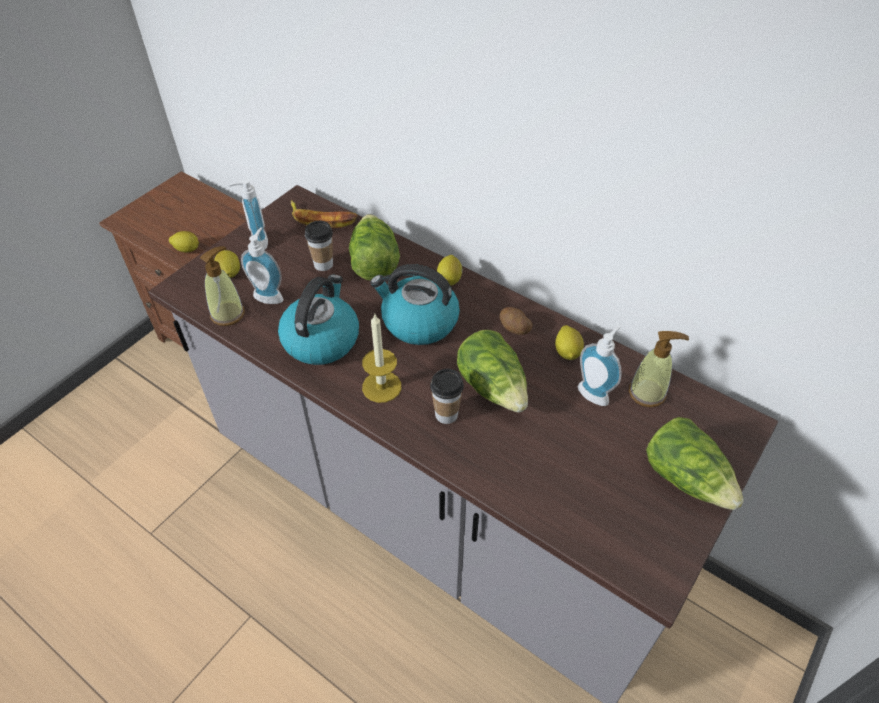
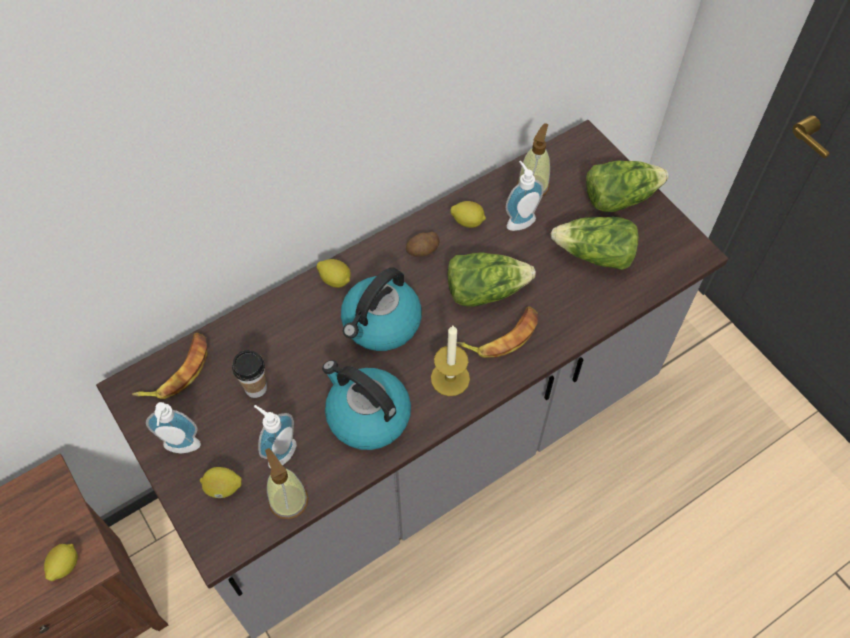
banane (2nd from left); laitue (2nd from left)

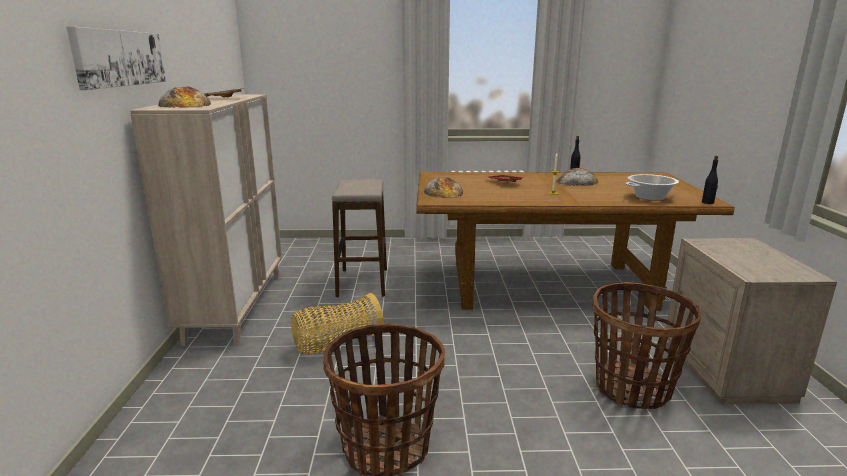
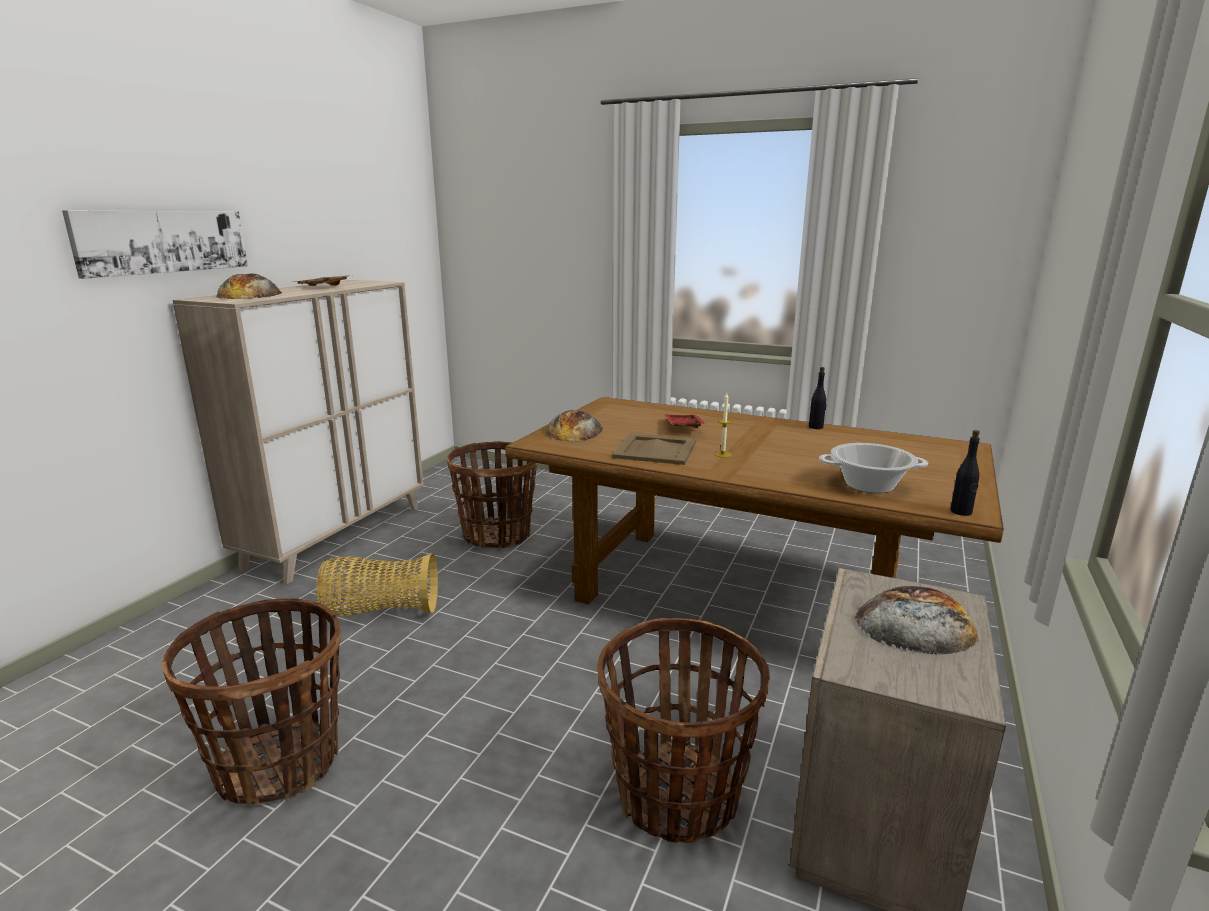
panier (3rd from left); plateau [beige] (2nd from left); pain (3rd from left)

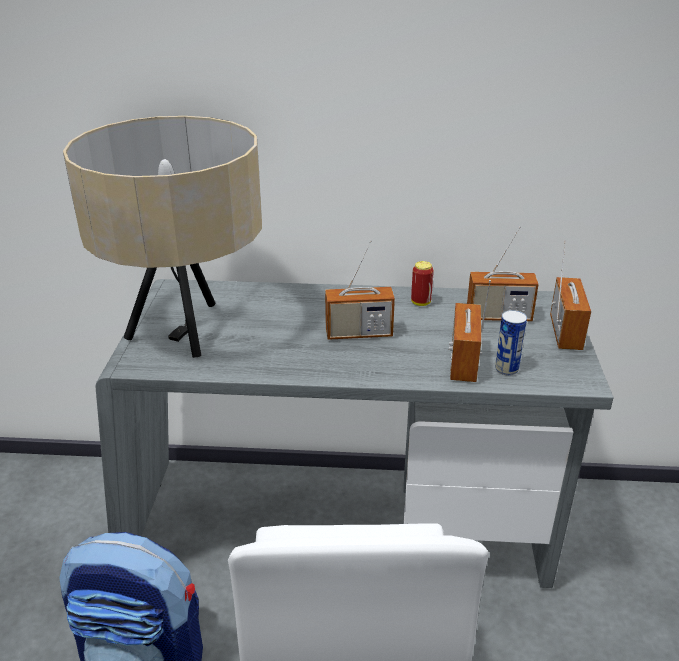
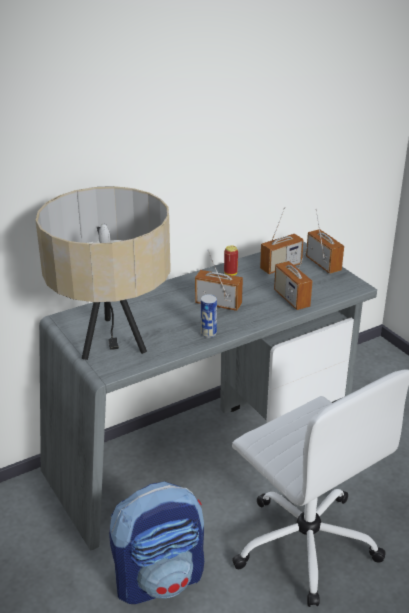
radio (1st from left); boîte métallique (1st from left)

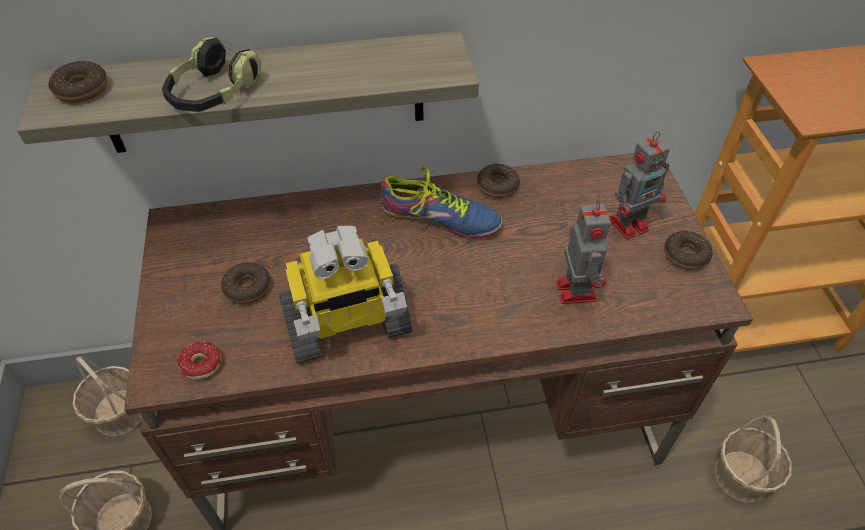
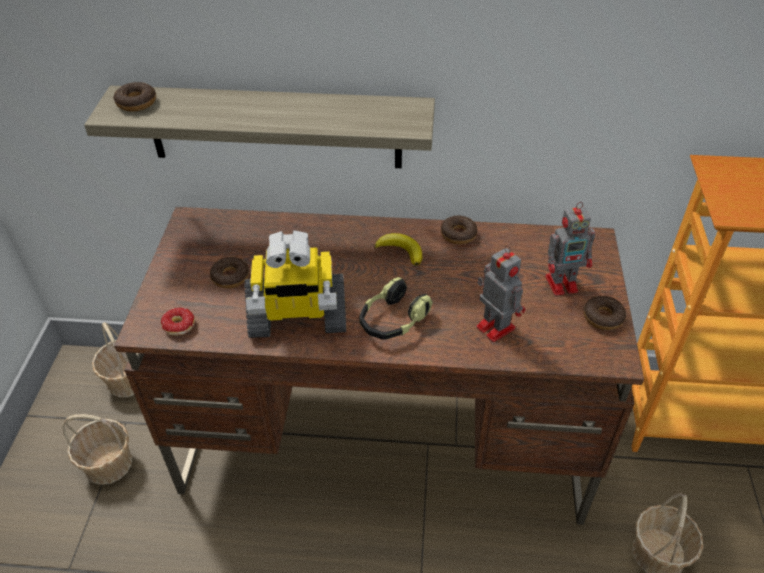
casque audio; banane; robot jouet (2nd from left)

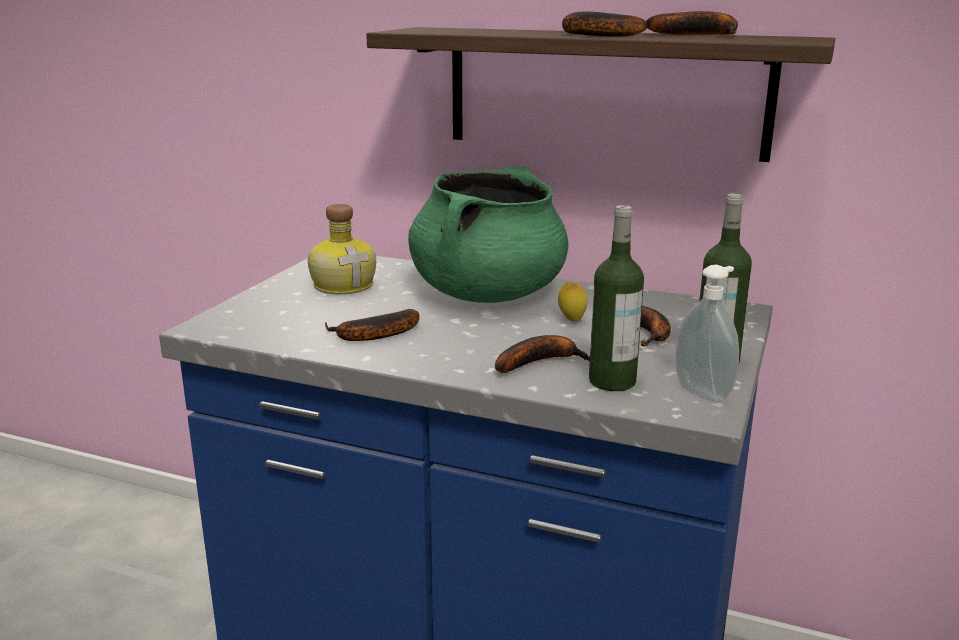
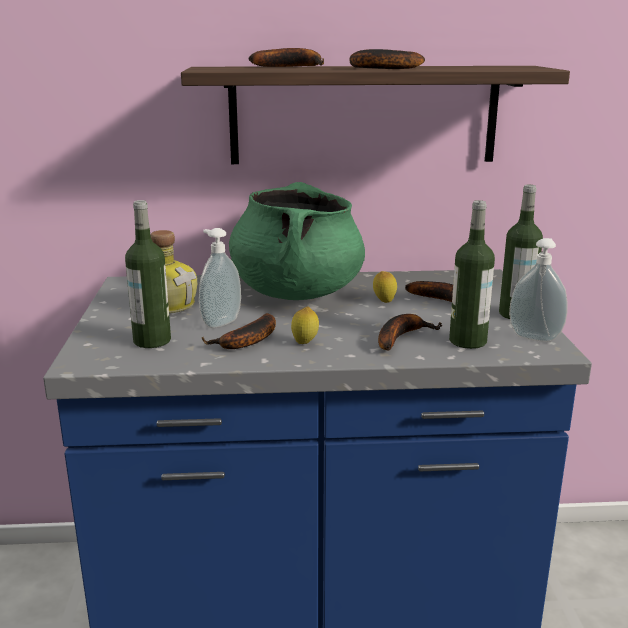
bouteille (1st from left); distributeur de savon (1st from left); banane (2nd from left); citron (1st from left)

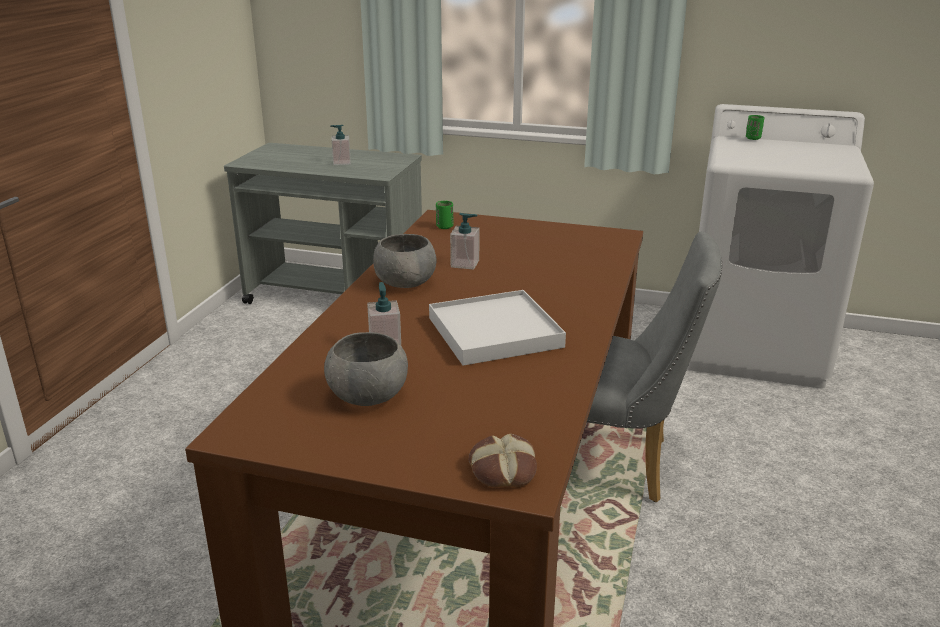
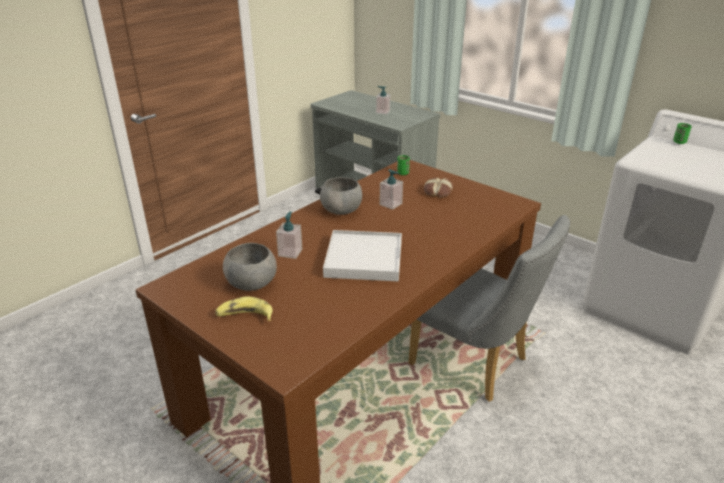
banane; pain

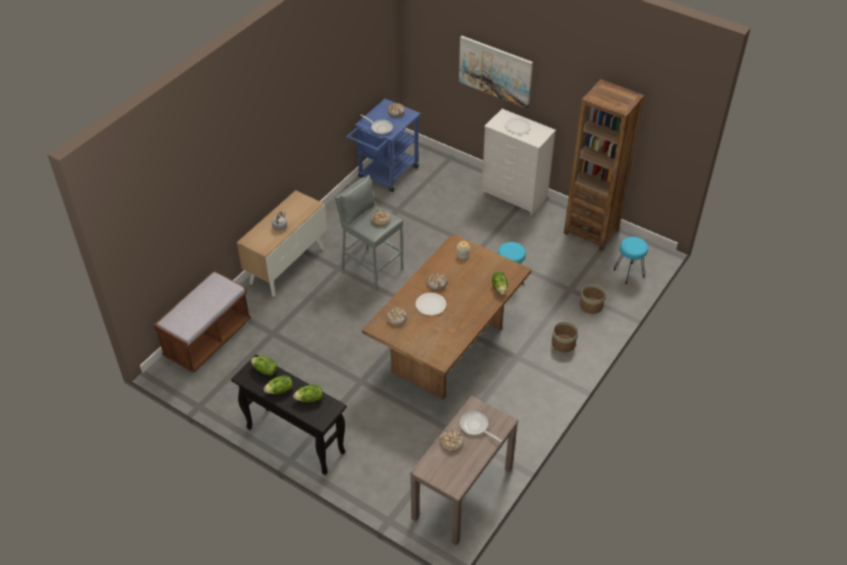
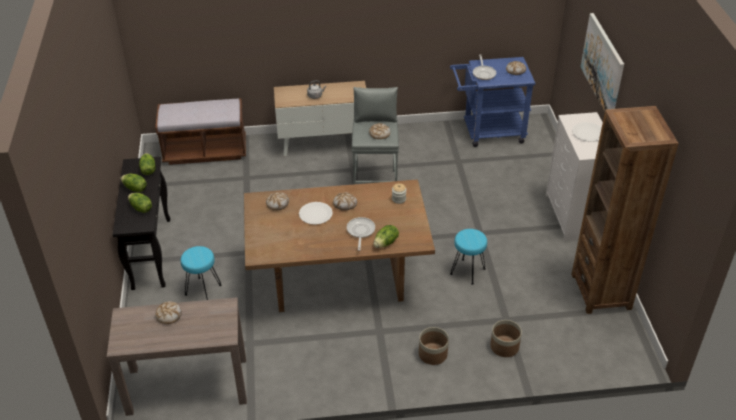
tabouret [turquoise] (1st from left); poêle (1st from left)

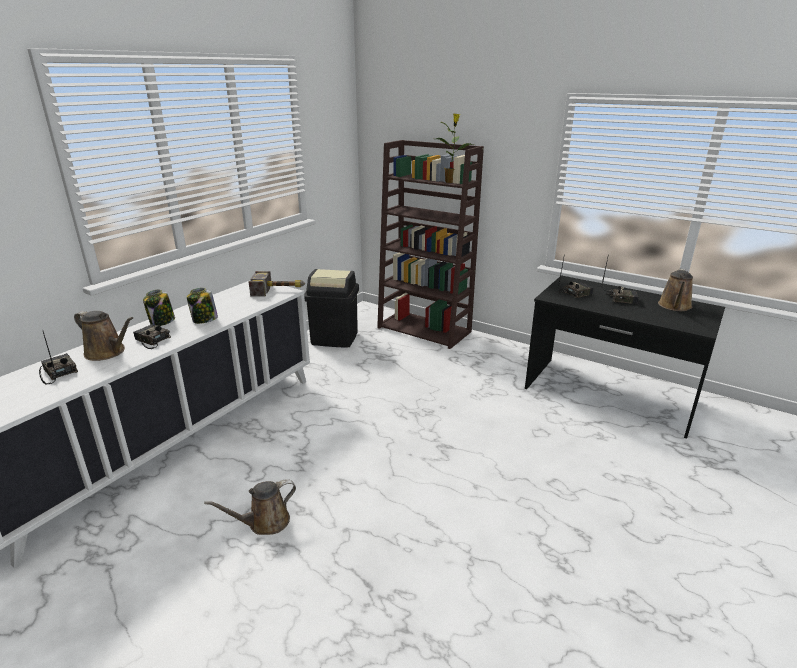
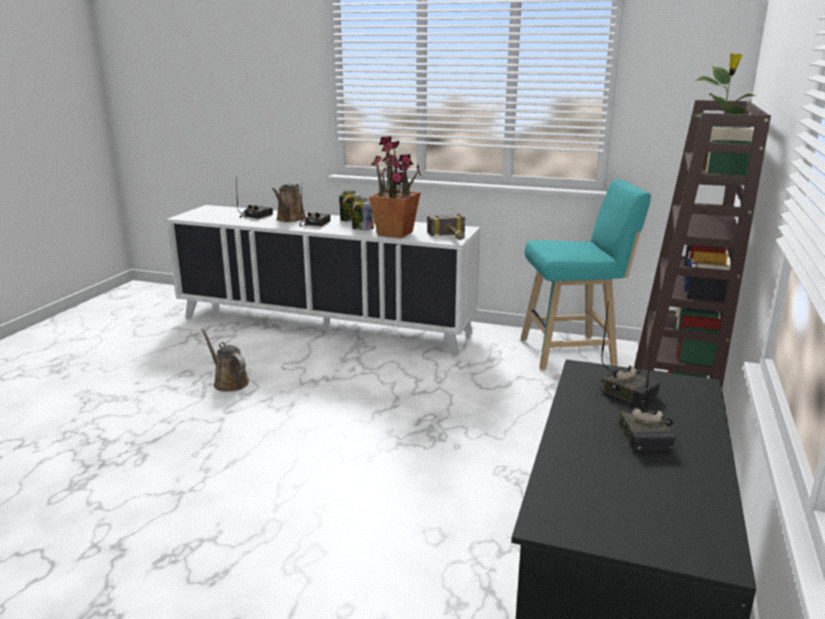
plante en pot (1st from left); tabouret [turquoise]; arrosoir [marron] (3rd from left in the first image)

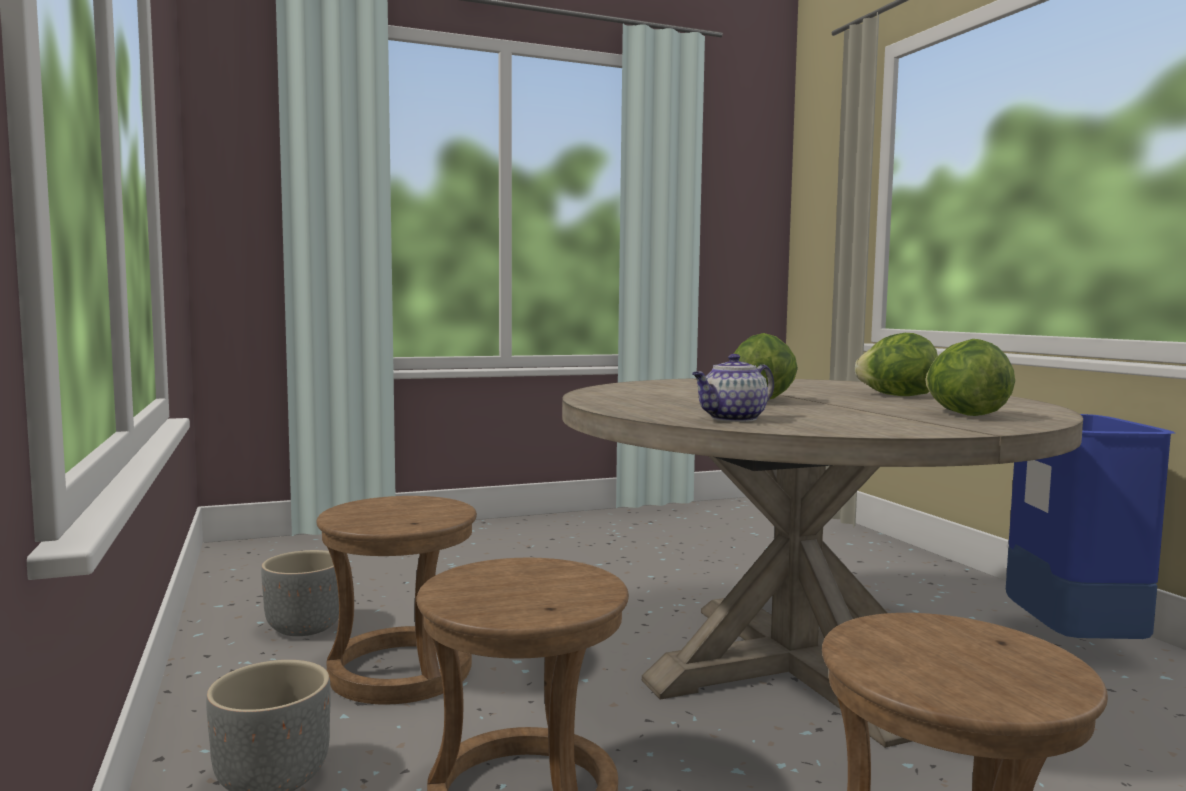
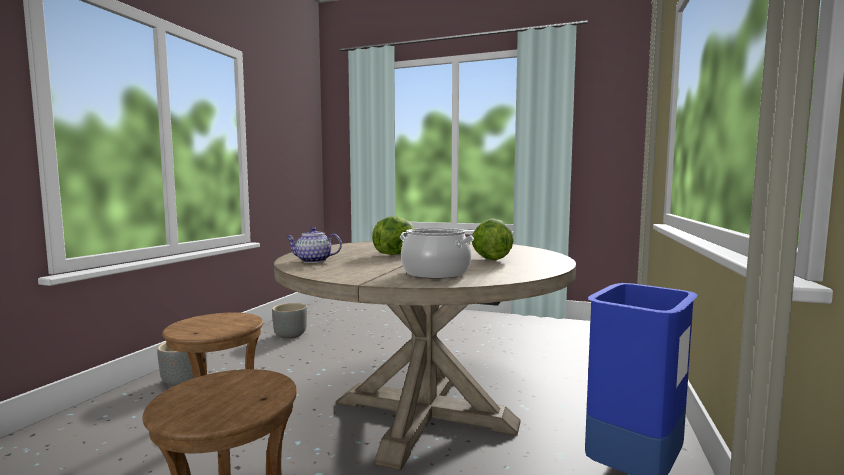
marmite; tabouret [marron] (1st from left in the first image)

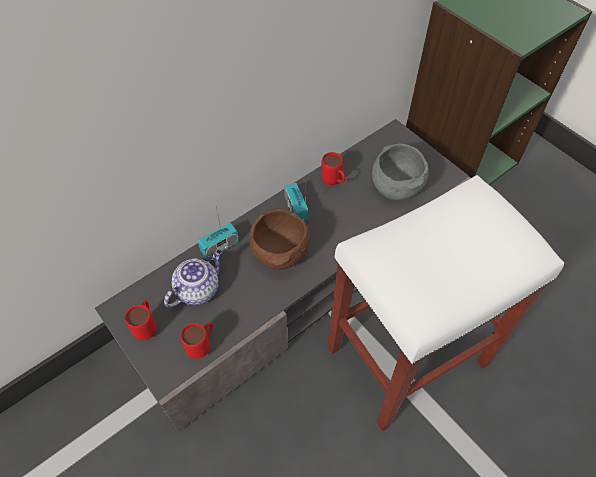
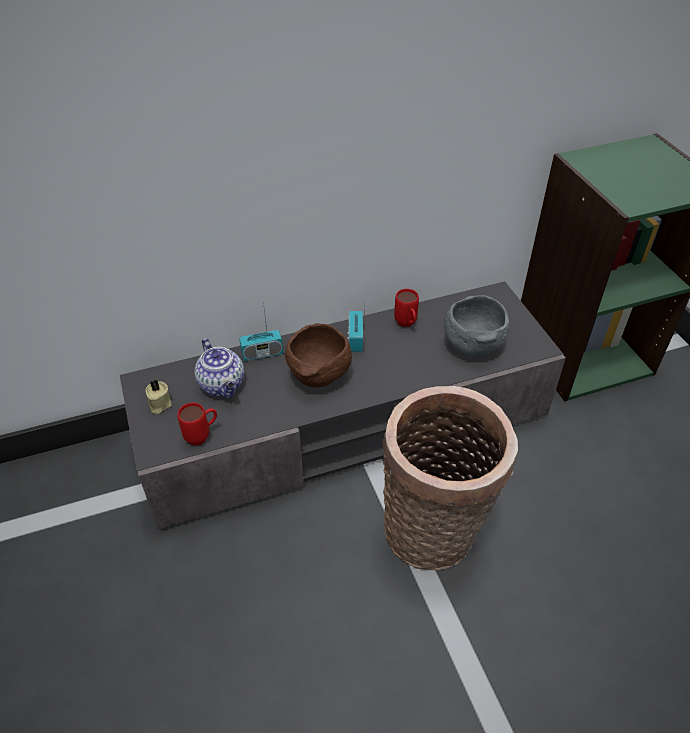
bougie [beige]; théière; panier

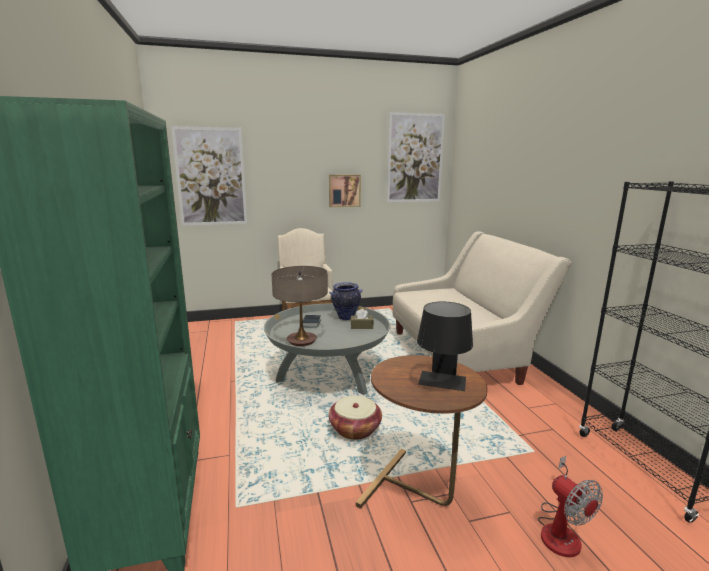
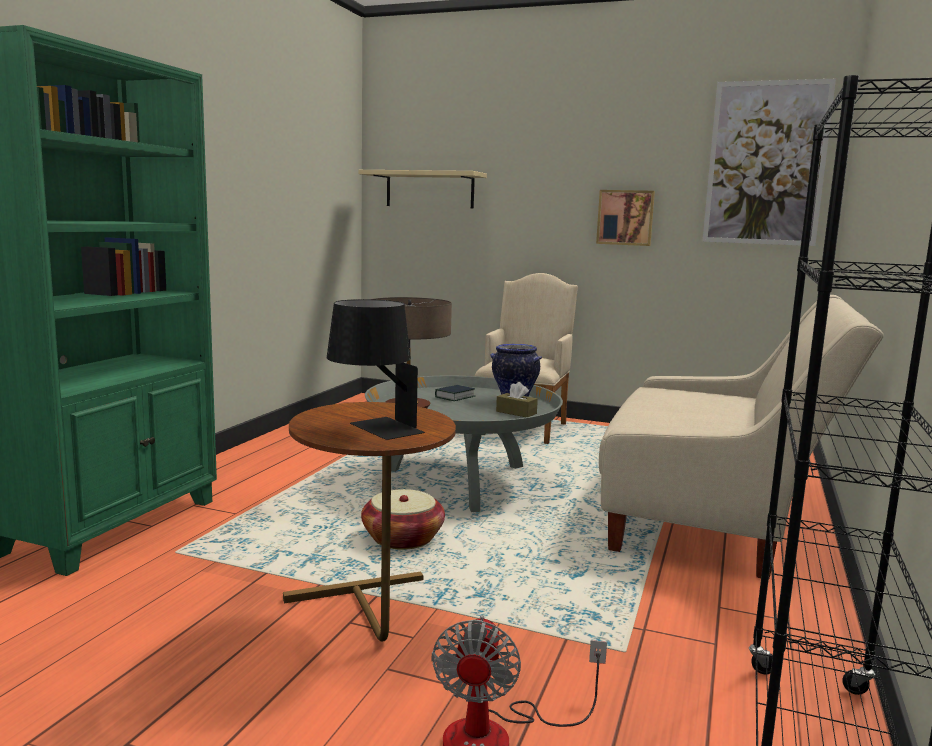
étagère [beige]

